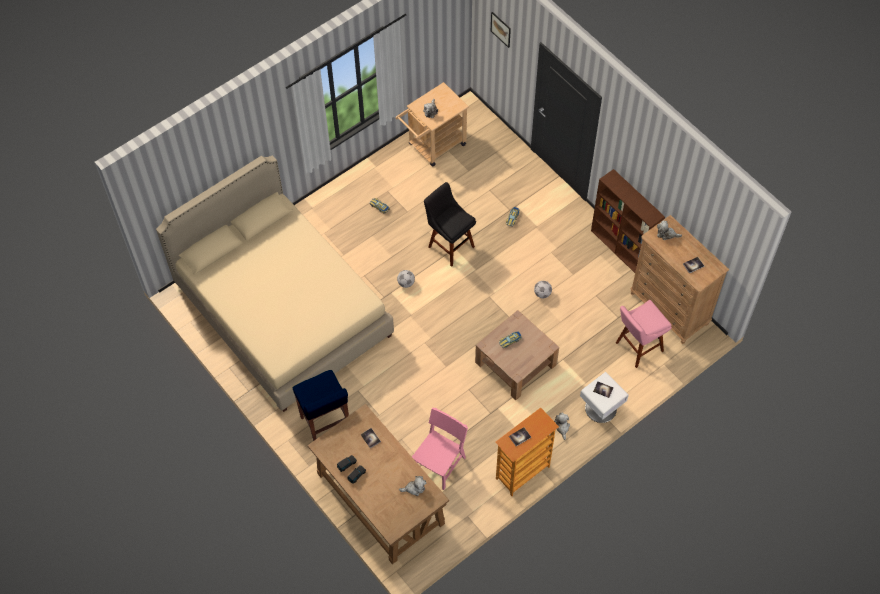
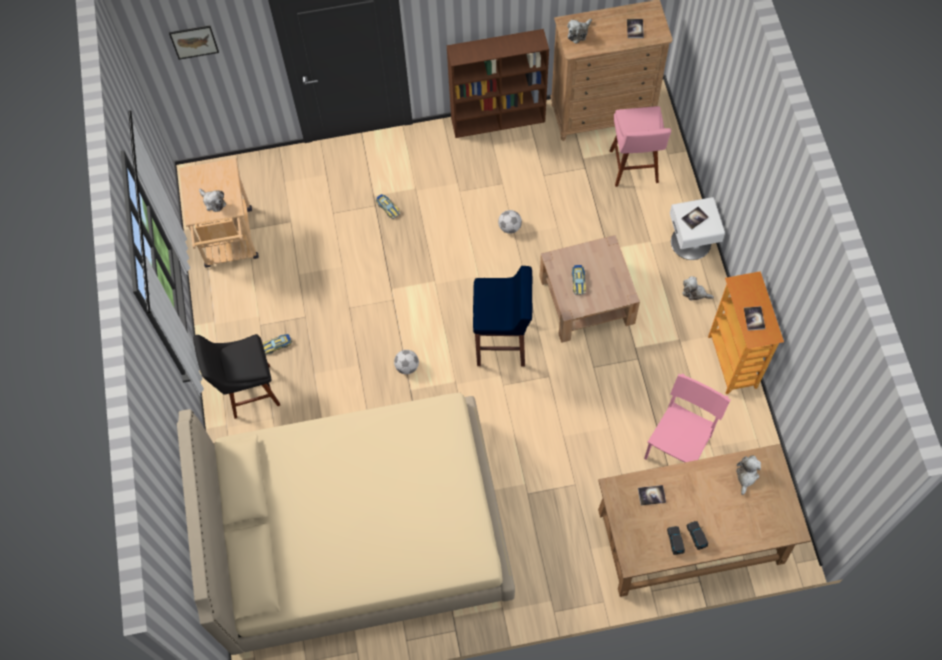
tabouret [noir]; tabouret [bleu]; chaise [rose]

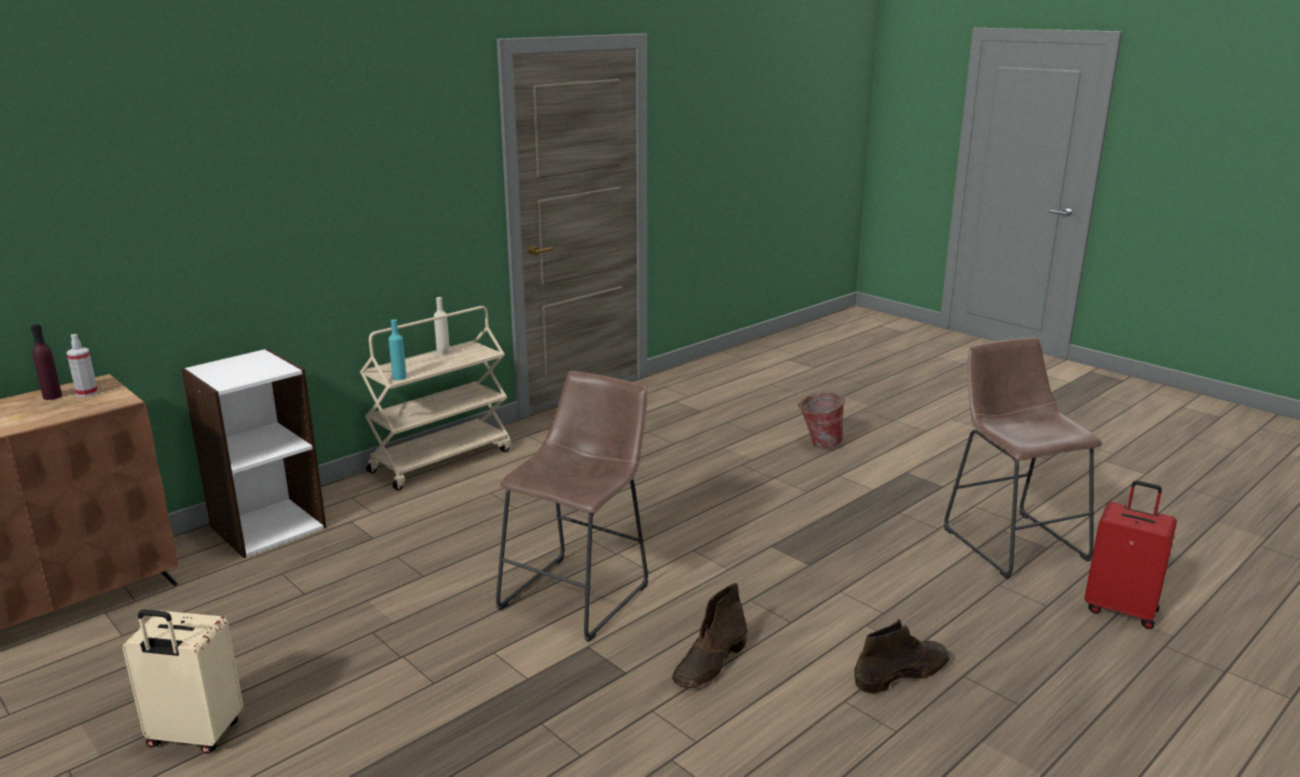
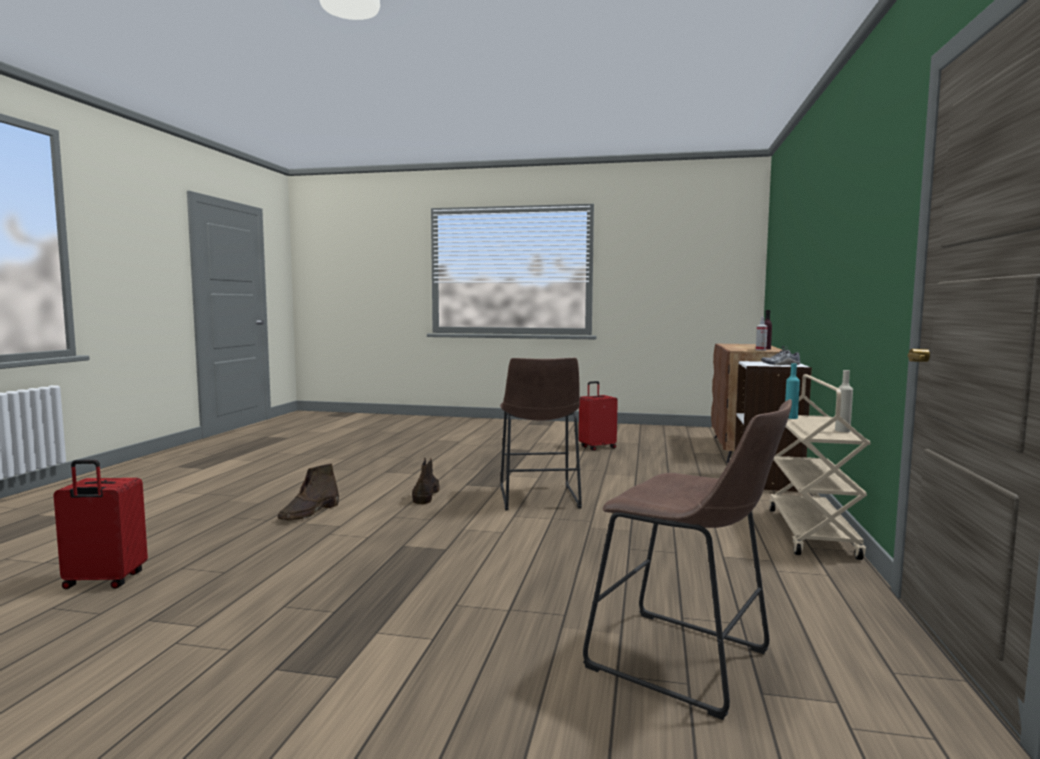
valise [rouge] (2nd from left); tabouret [marron] (2nd from left); chaussure; seau

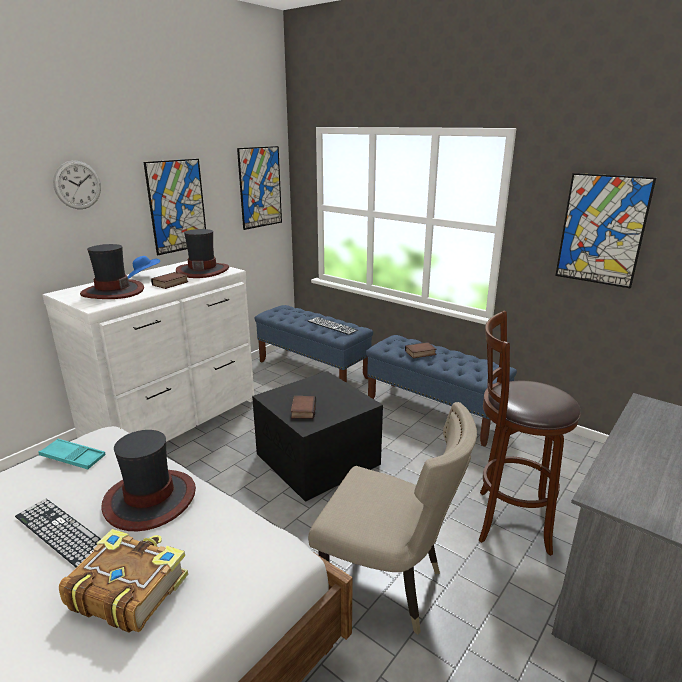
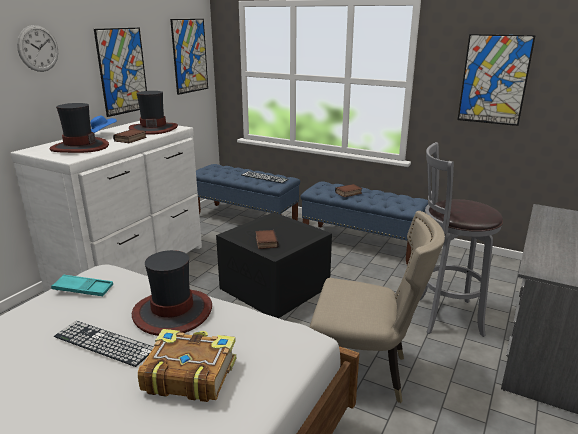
tabouret [gris]

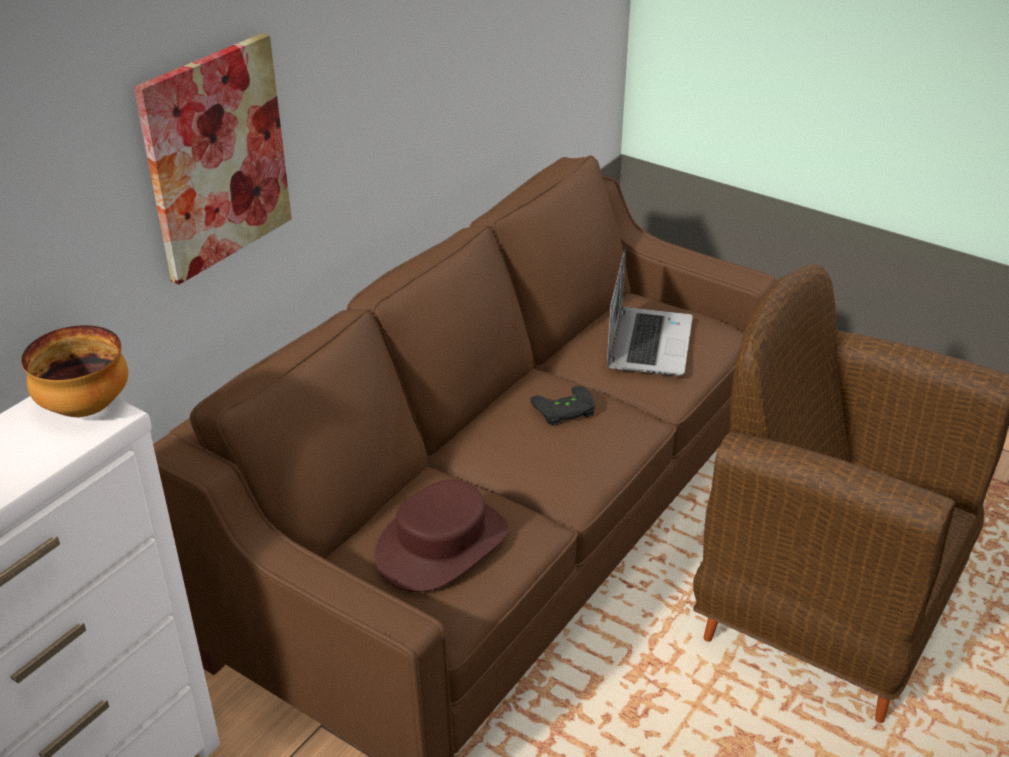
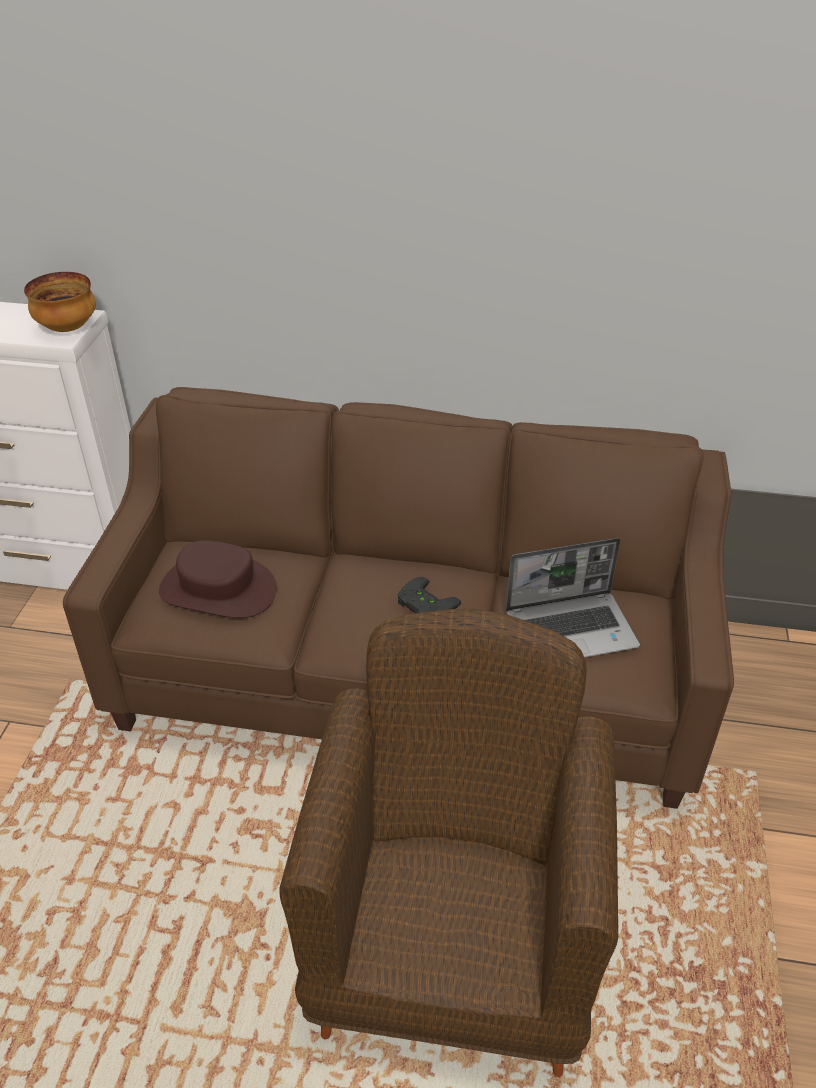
tableau

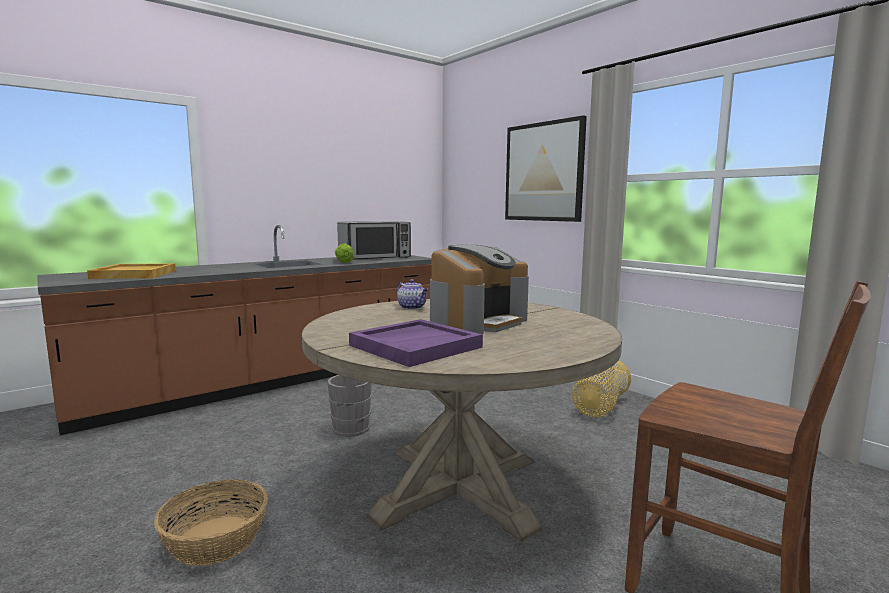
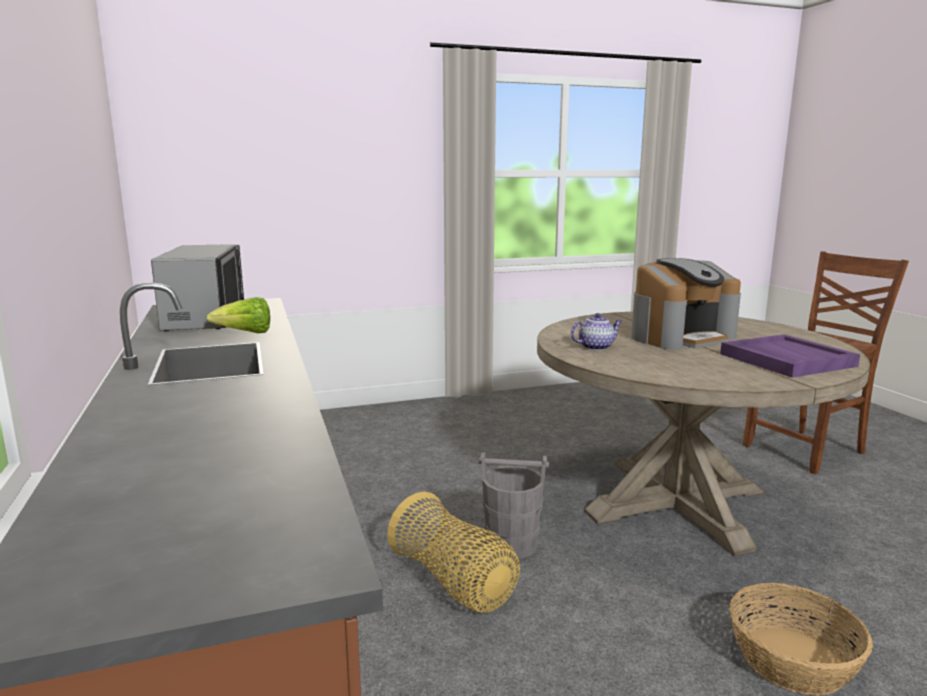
panier (1st from left); machine à café; plateau [beige]; tableau

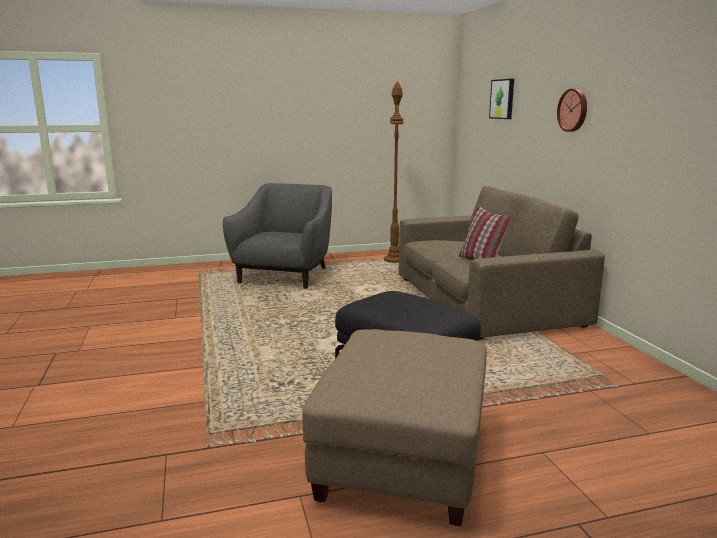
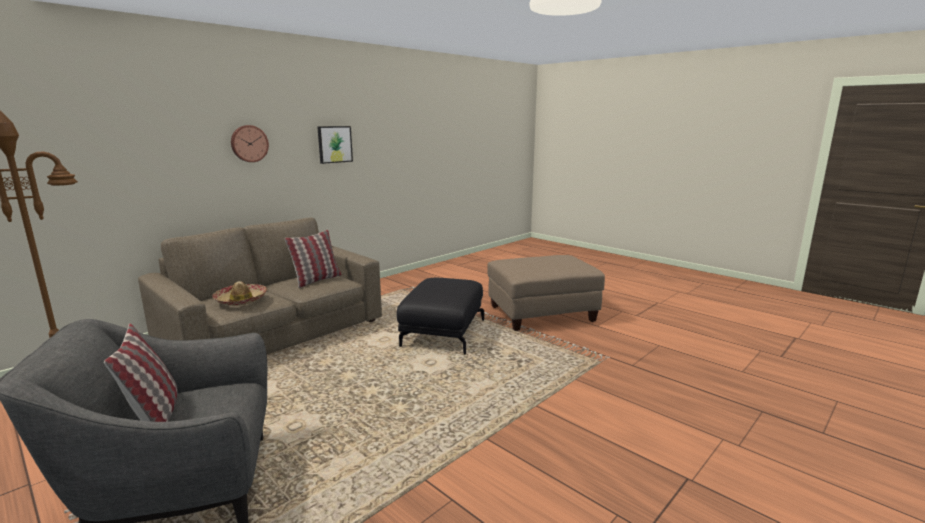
coussin (1st from left); chapeau; tableau

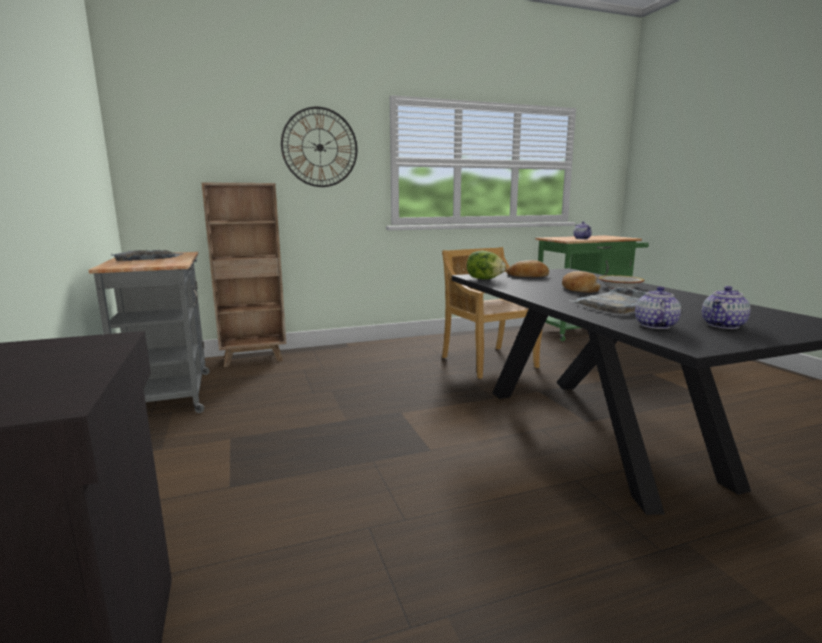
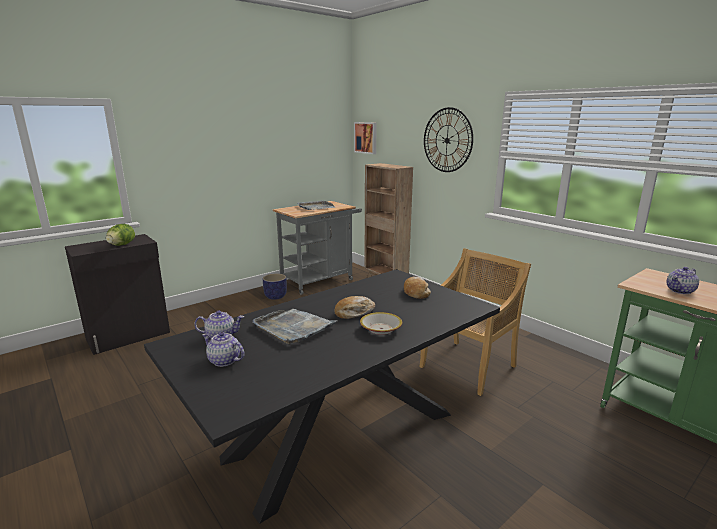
laitue; cache-pot; tableau

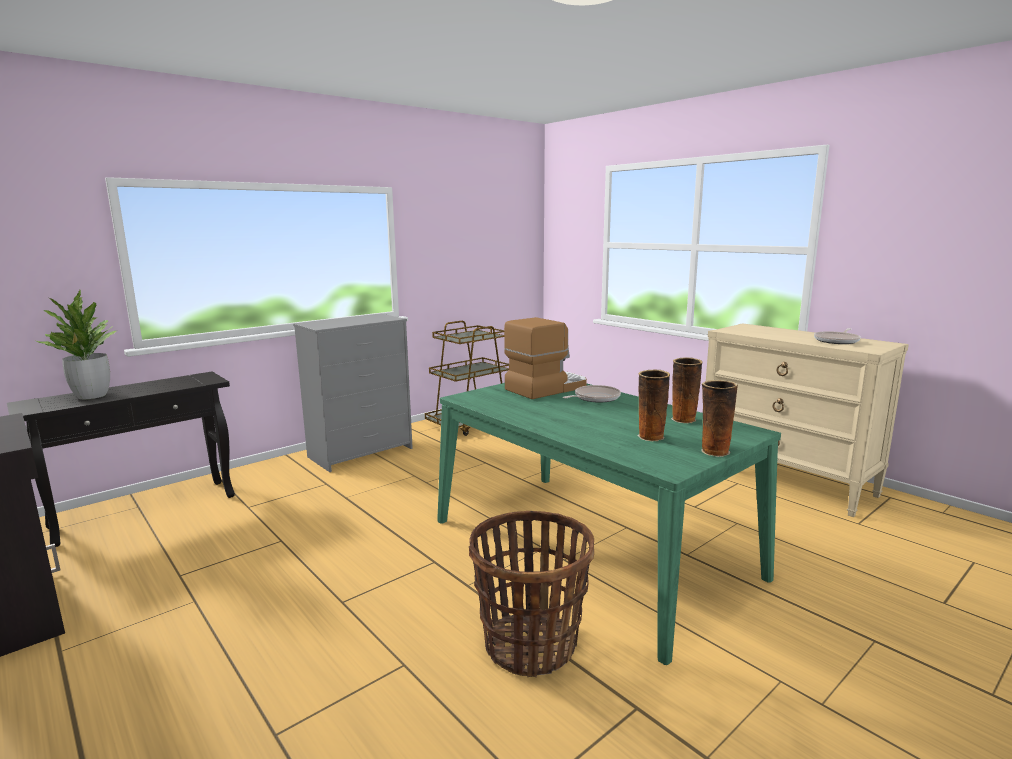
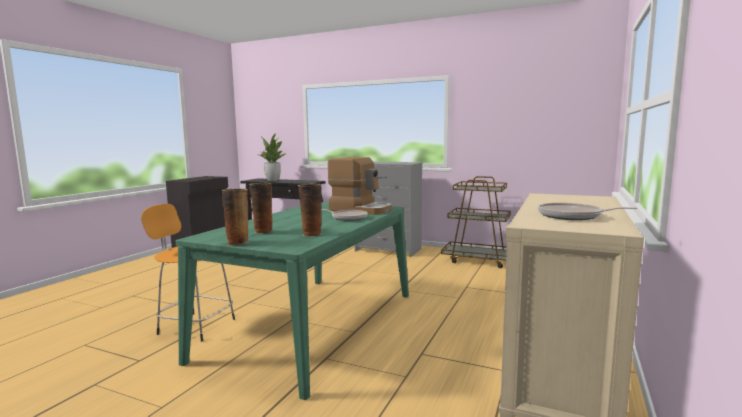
tabouret [orange]

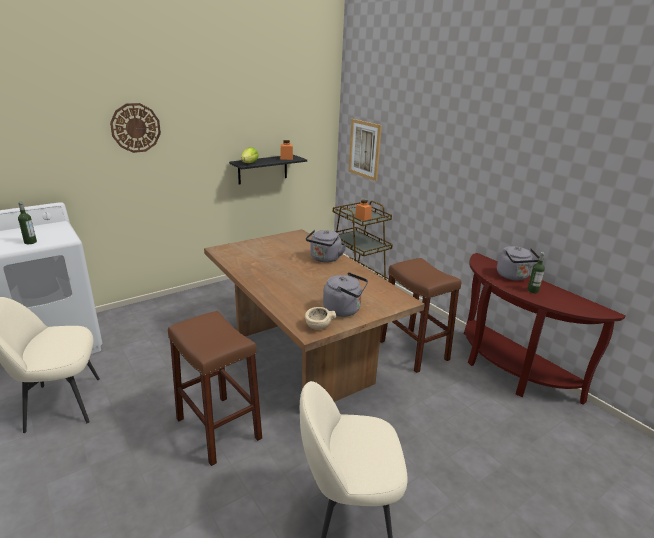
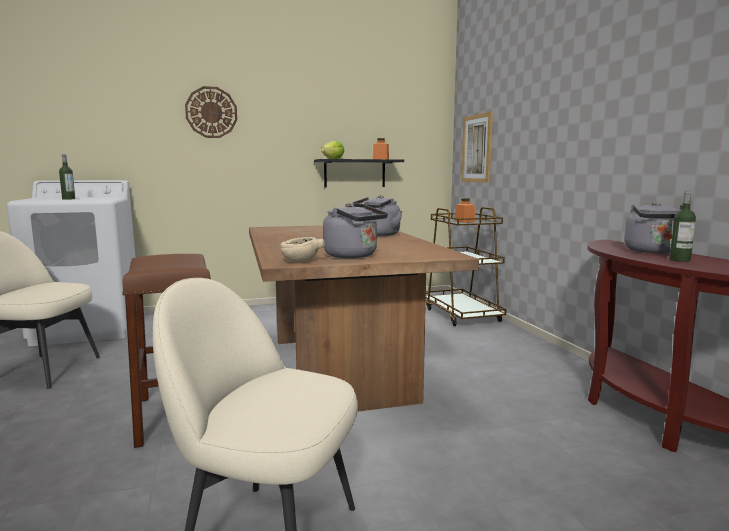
tabouret [marron] (2nd from left in the first image)

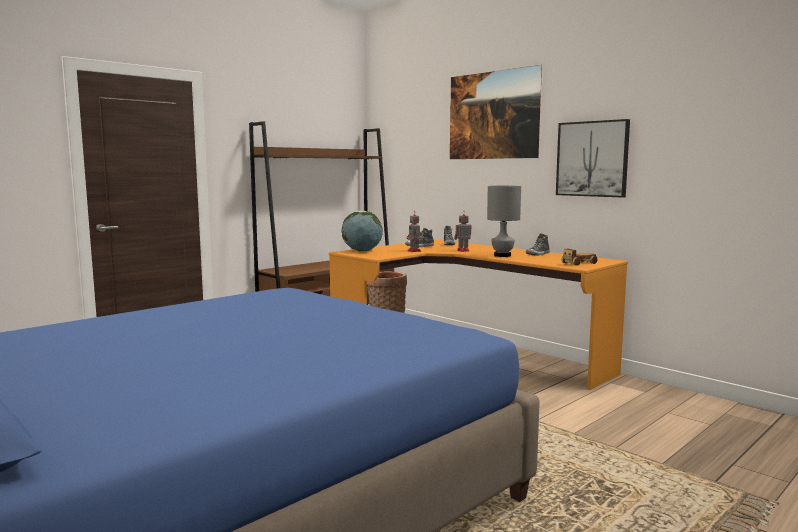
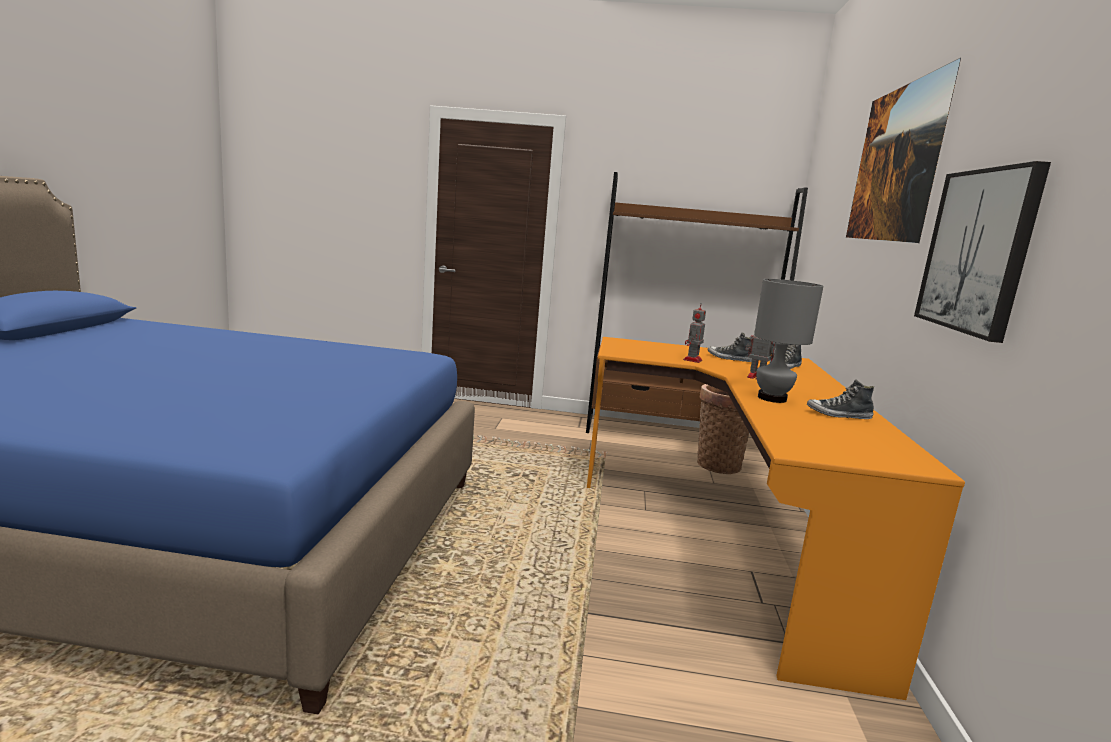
globe; petite voiture

